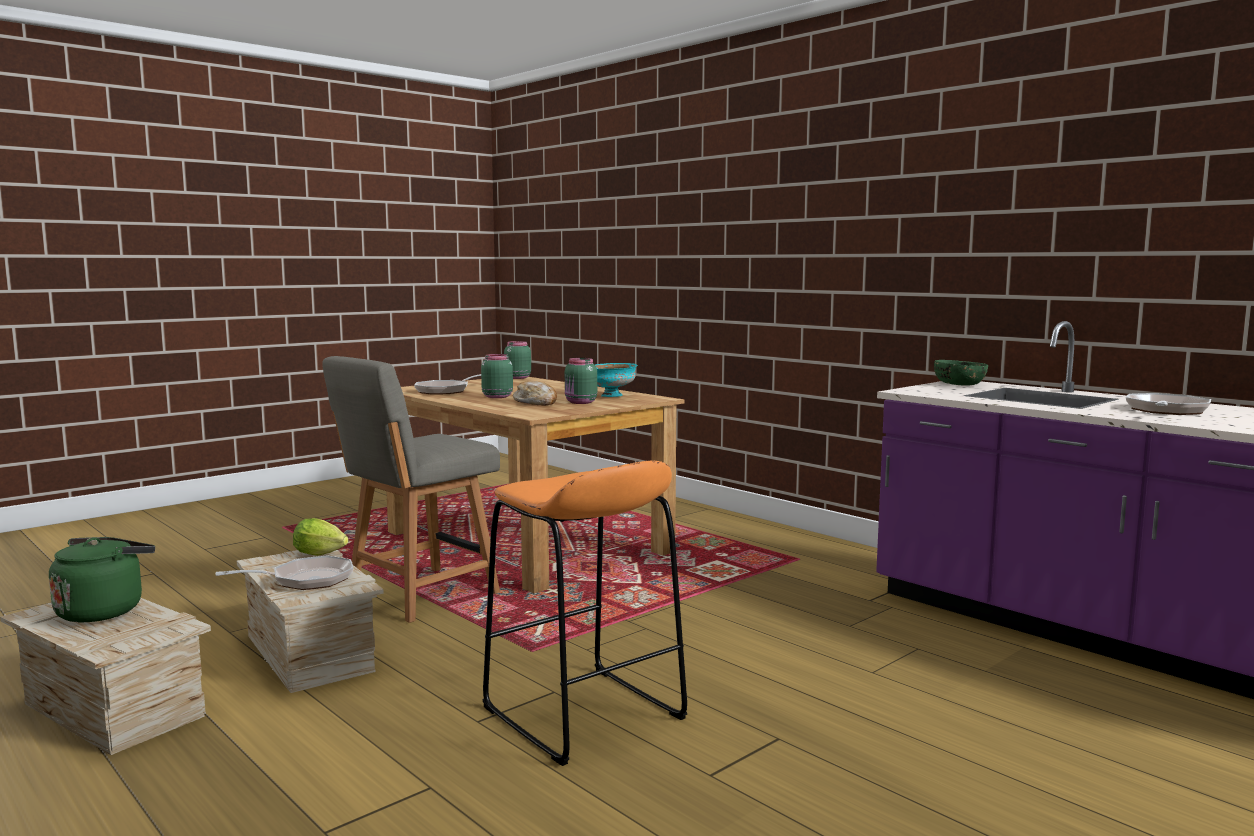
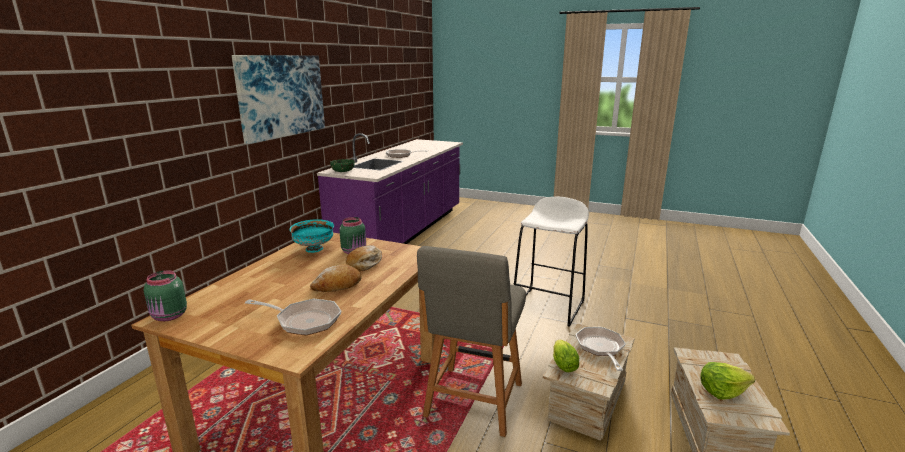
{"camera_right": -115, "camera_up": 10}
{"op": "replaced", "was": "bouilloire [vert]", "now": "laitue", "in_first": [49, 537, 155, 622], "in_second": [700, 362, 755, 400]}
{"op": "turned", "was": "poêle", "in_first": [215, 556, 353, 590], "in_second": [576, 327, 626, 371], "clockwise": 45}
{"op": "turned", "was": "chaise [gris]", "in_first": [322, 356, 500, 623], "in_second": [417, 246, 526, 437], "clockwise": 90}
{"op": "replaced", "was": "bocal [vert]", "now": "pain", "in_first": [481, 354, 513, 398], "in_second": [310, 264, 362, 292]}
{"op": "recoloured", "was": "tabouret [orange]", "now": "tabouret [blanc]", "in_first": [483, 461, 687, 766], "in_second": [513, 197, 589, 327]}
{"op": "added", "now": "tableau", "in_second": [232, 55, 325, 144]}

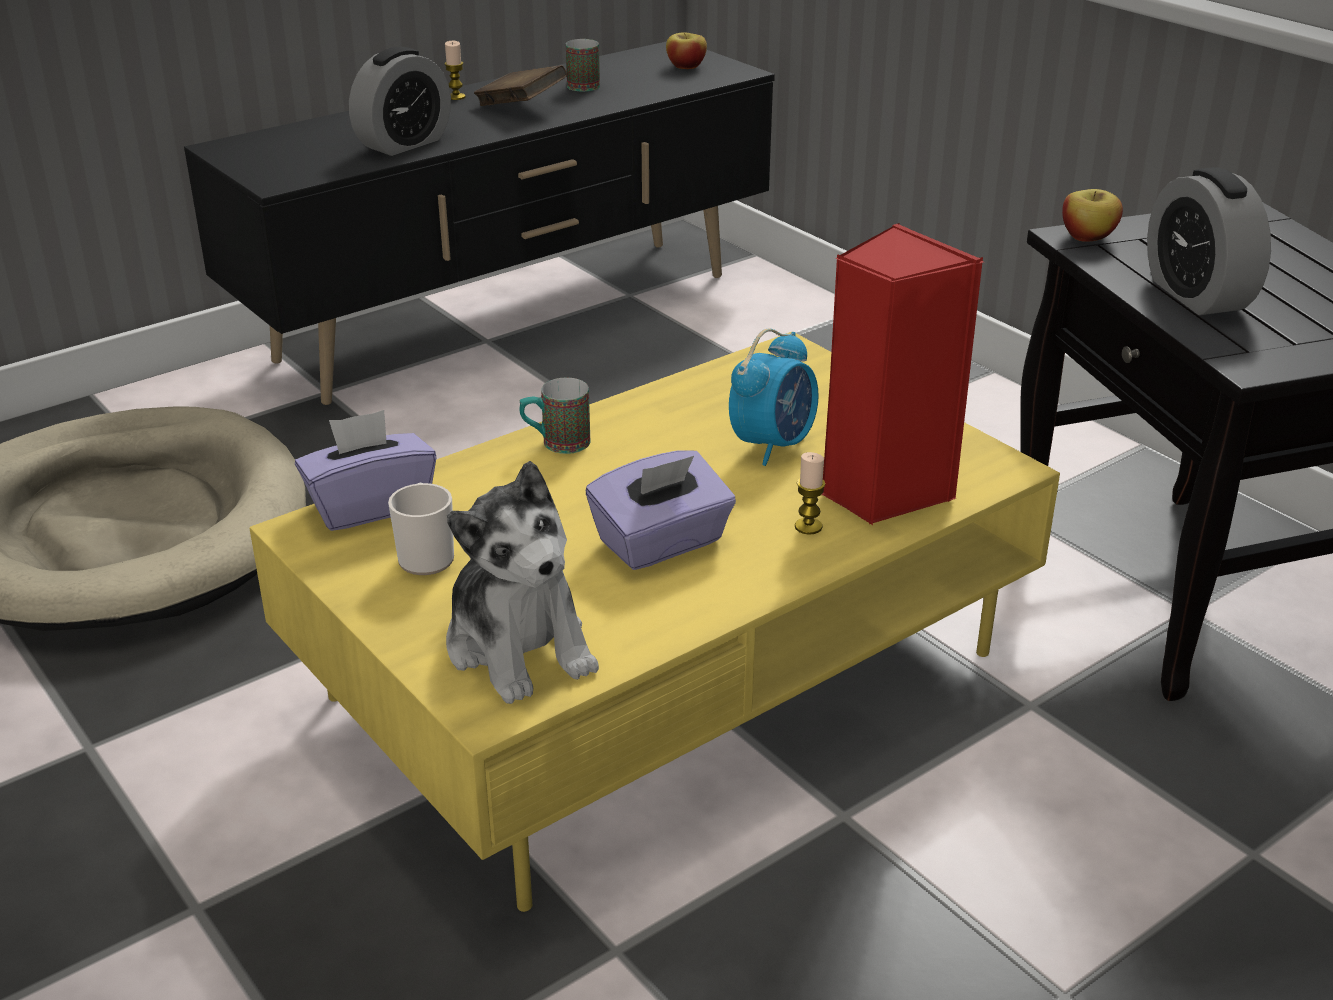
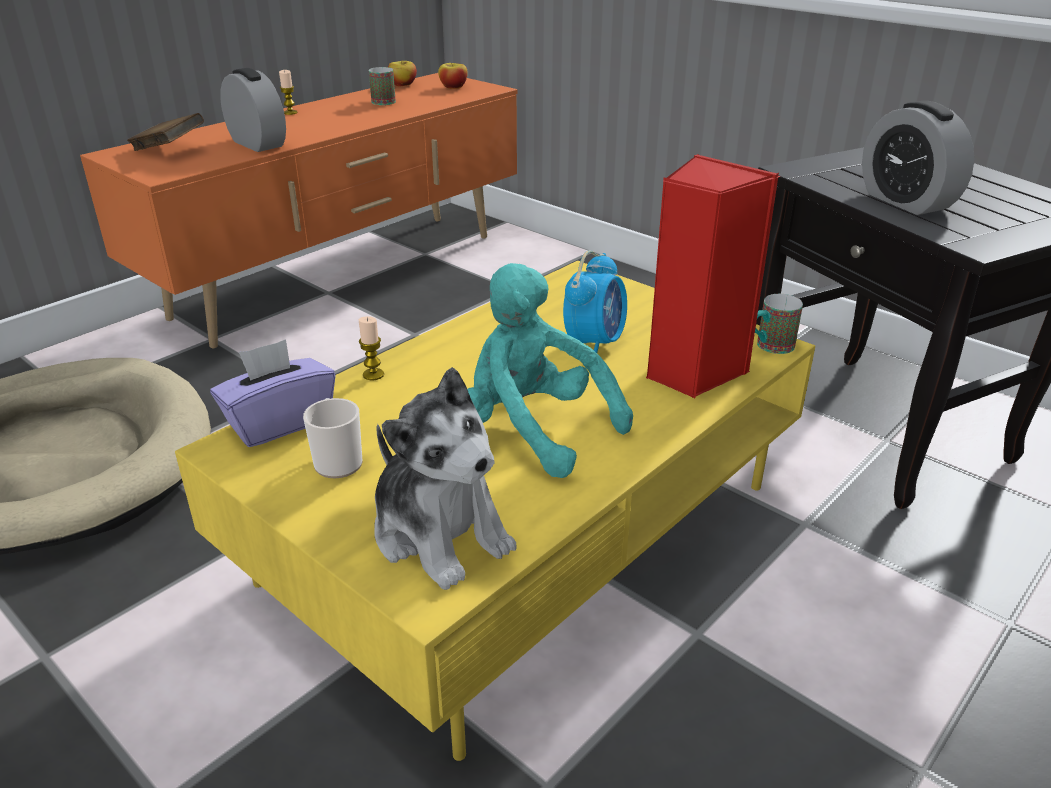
{"camera_right": -10, "camera_up": 0}
{"op": "recoloured", "was": "meuble télé [noir]", "now": "meuble télé [orange]", "in_first": [184, 41, 775, 405], "in_second": [80, 73, 517, 348]}
{"op": "turned", "was": "réveil", "in_first": [349, 47, 451, 156], "in_second": [220, 68, 286, 152], "clockwise": -75}
{"op": "moved", "was": "livre [marron]", "in_first": [474, 65, 567, 106], "in_second": [127, 113, 204, 151]}
{"op": "moved", "was": "mug", "in_first": [519, 378, 590, 454], "in_second": [755, 294, 803, 354]}
{"op": "replaced", "was": "boîte à mouchoirs [violet]", "now": "peluche [turquoise]", "in_first": [586, 451, 736, 570], "in_second": [467, 263, 633, 478]}
{"op": "moved", "was": "bougie", "in_first": [795, 452, 825, 535], "in_second": [359, 316, 384, 380]}
{"op": "moved", "was": "pomme", "in_first": [1062, 189, 1123, 242], "in_second": [388, 61, 417, 87]}

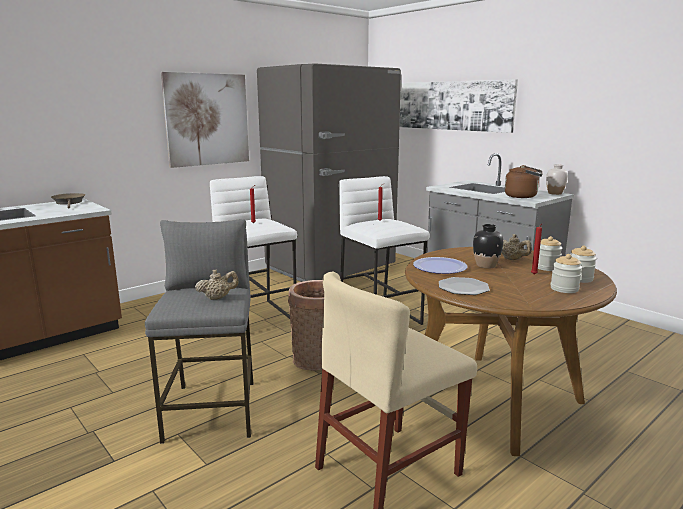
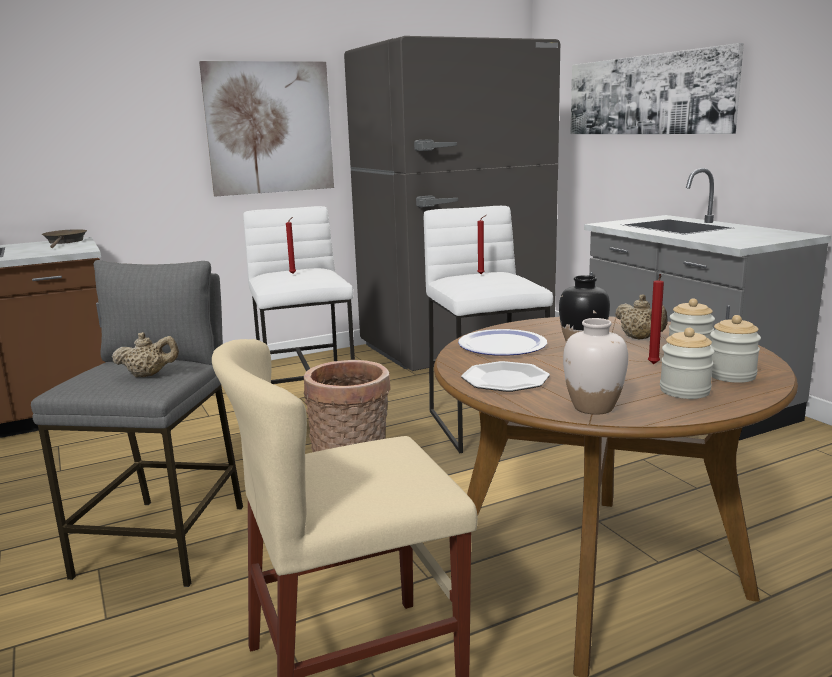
{"camera_right": 15, "camera_up": 0}
{"op": "removed", "was": "bouilloire [marron]", "in_first": [505, 165, 542, 198]}
{"op": "moved", "was": "vase [blanc]", "in_first": [546, 164, 568, 195], "in_second": [563, 318, 628, 415]}

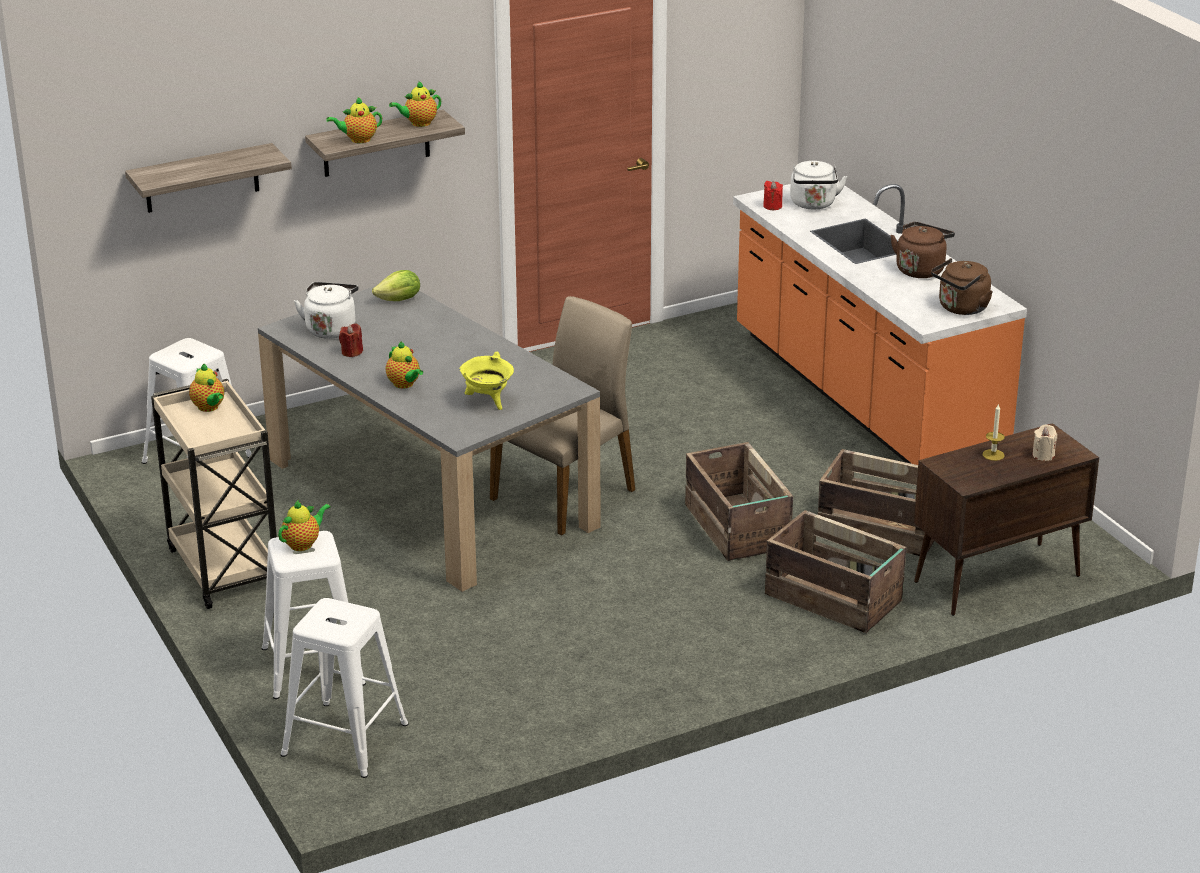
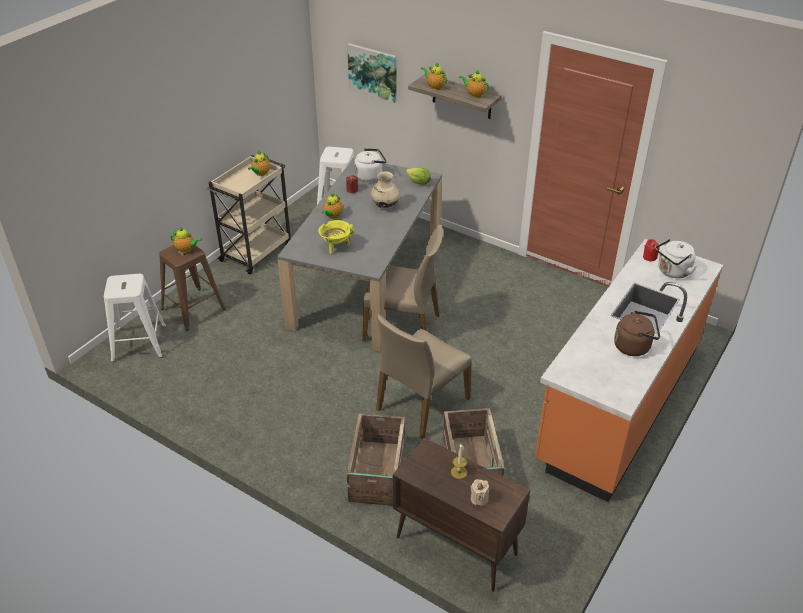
{"camera_right": 60, "camera_up": 10}
{"op": "replaced", "was": "étagère", "now": "tableau", "in_first": [125, 143, 292, 213], "in_second": [347, 43, 397, 103]}
{"op": "recoloured", "was": "tabouret [blanc]", "now": "tabouret [marron]", "in_first": [262, 531, 366, 699], "in_second": [159, 245, 226, 331]}
{"op": "replaced", "was": "caisse", "now": "chaise [beige]", "in_first": [685, 442, 793, 561], "in_second": [376, 314, 471, 439]}
{"op": "removed", "was": "bouilloire [marron]", "in_first": [931, 258, 993, 315]}
{"op": "added", "now": "vase [beige]", "in_second": [370, 171, 400, 209]}

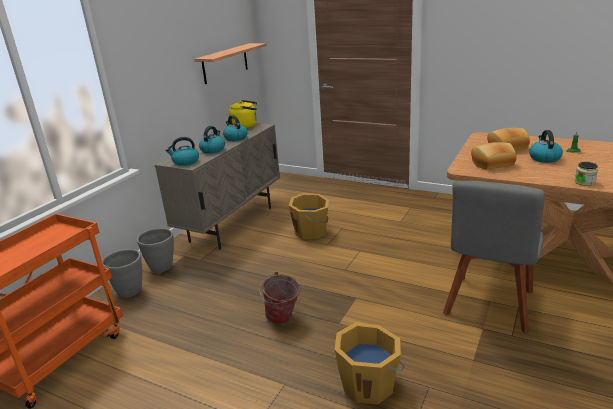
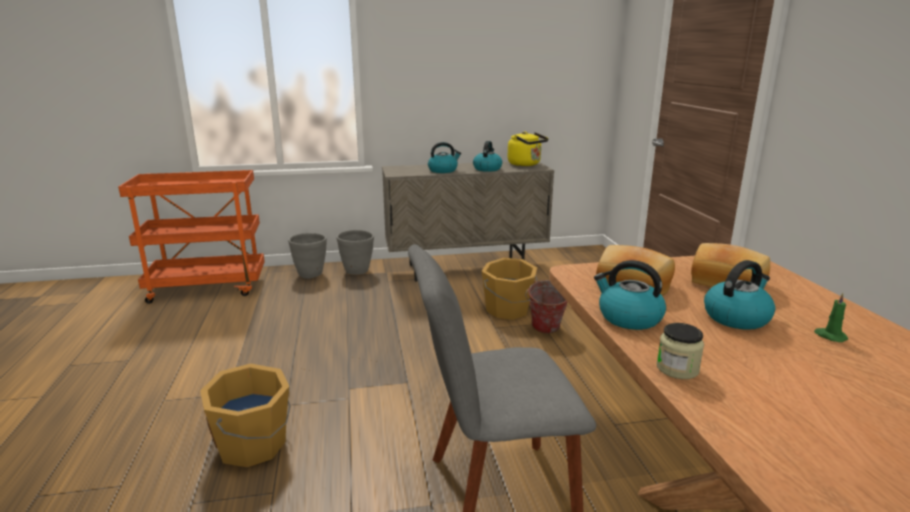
{"camera_right": 50, "camera_up": -5}
{"op": "moved", "was": "bouilloire", "in_first": [165, 137, 199, 166], "in_second": [594, 260, 666, 330]}
{"op": "removed", "was": "étagère", "in_first": [194, 43, 267, 84]}
{"op": "moved", "was": "seau", "in_first": [259, 272, 301, 324], "in_second": [525, 280, 567, 334]}

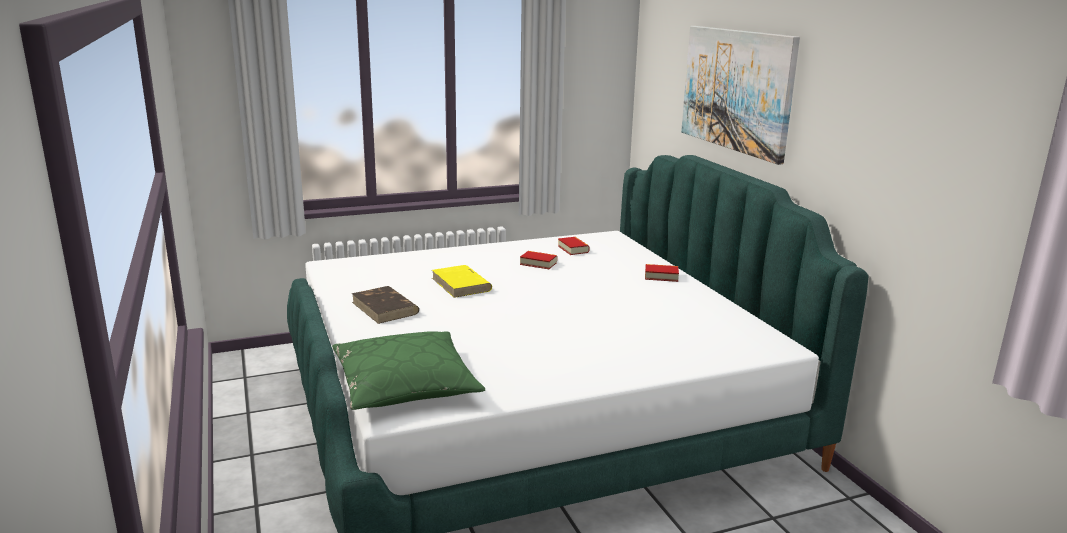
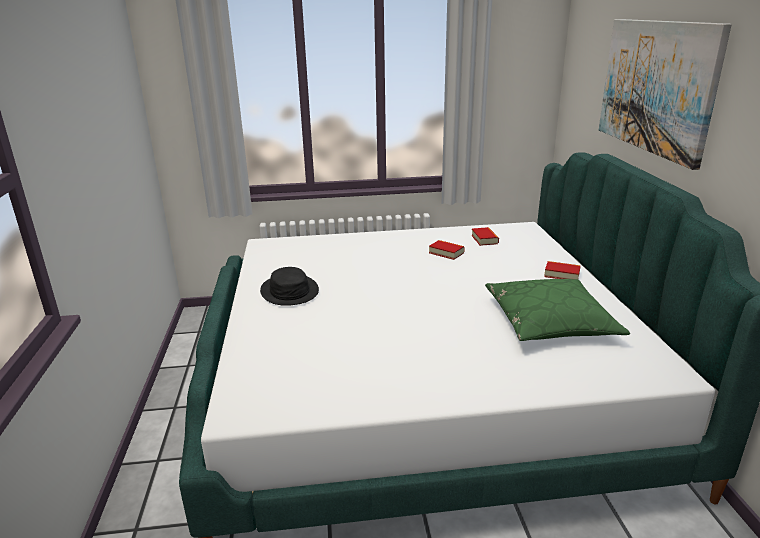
{"camera_right": 15, "camera_up": 5}
{"op": "moved", "was": "coussin [vert]", "in_first": [332, 331, 485, 410], "in_second": [485, 279, 630, 341]}
{"op": "replaced", "was": "livre [marron]", "now": "chapeau [noir]", "in_first": [352, 286, 419, 324], "in_second": [260, 267, 319, 306]}
{"op": "removed", "was": "livre [jaune]", "in_first": [432, 265, 492, 298]}

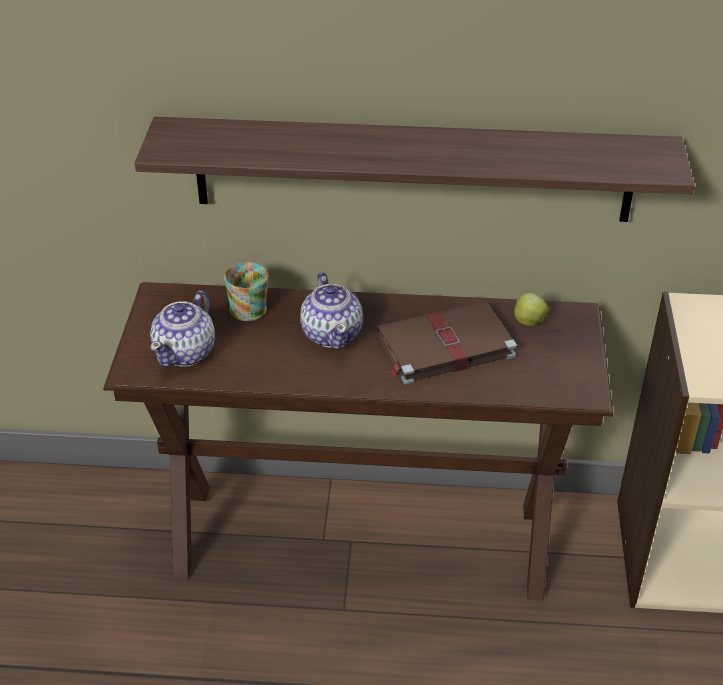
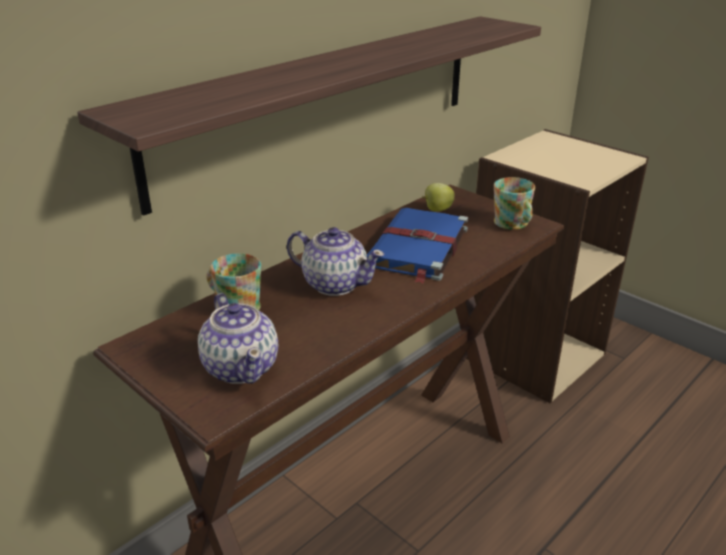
{"camera_right": -50, "camera_up": -10}
{"op": "recoloured", "was": "livre [marron]", "now": "livre [bleu]", "in_first": [376, 301, 517, 384], "in_second": [367, 208, 468, 284]}
{"op": "added", "now": "mug", "in_second": [494, 177, 535, 230]}

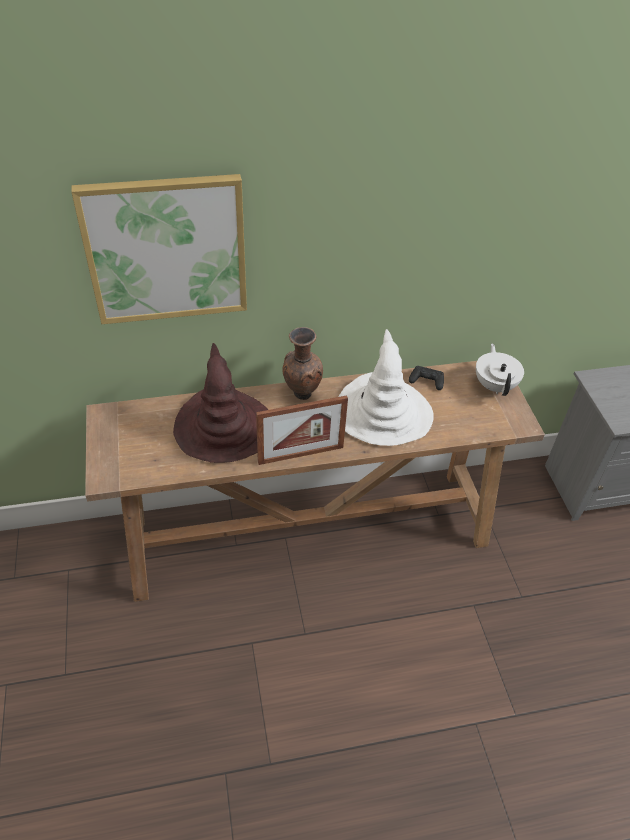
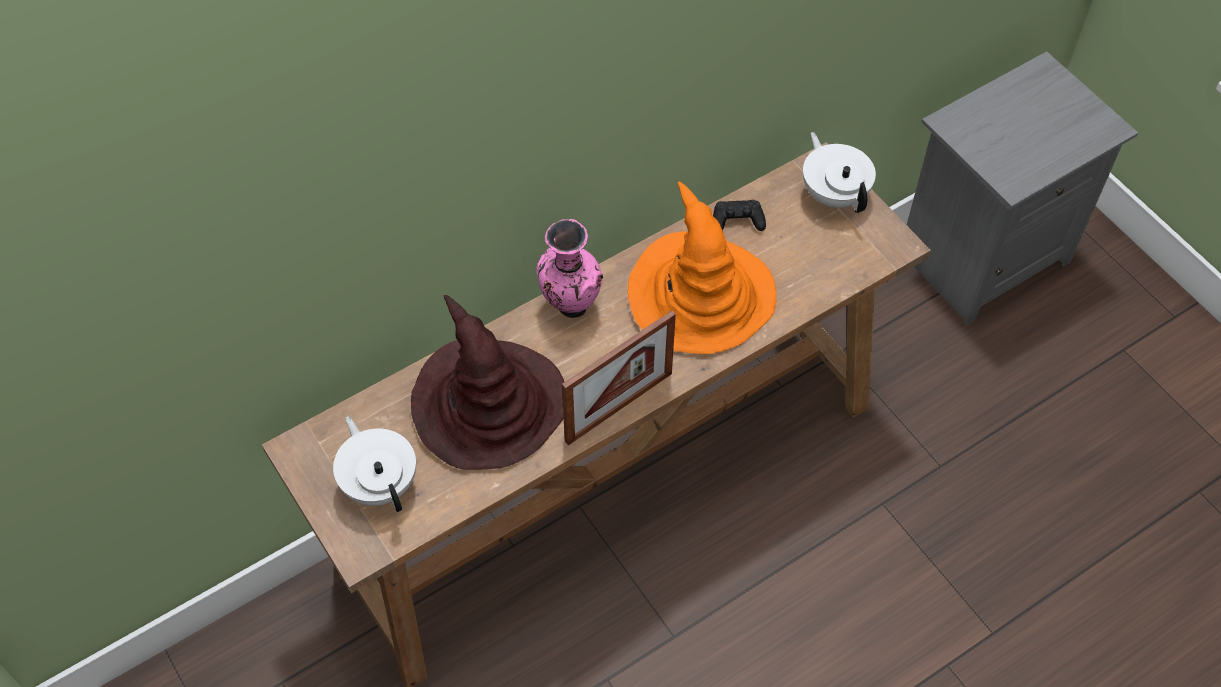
{"camera_right": -20, "camera_up": 10}
{"op": "removed", "was": "tableau", "in_first": [71, 174, 247, 324]}
{"op": "recoloured", "was": "vase [marron]", "now": "vase [rose]", "in_first": [282, 327, 323, 400], "in_second": [536, 219, 603, 318]}
{"op": "recoloured", "was": "chapeau [blanc]", "now": "chapeau [orange]", "in_first": [339, 329, 434, 446], "in_second": [628, 182, 777, 354]}
{"op": "added", "now": "théière [blanc]", "in_second": [333, 416, 416, 512]}

